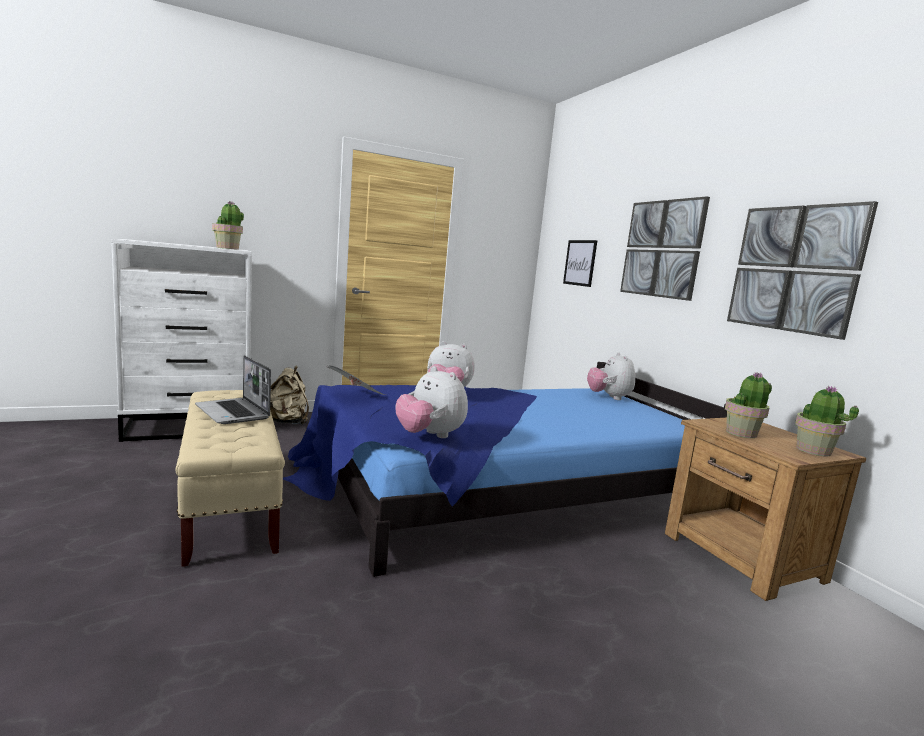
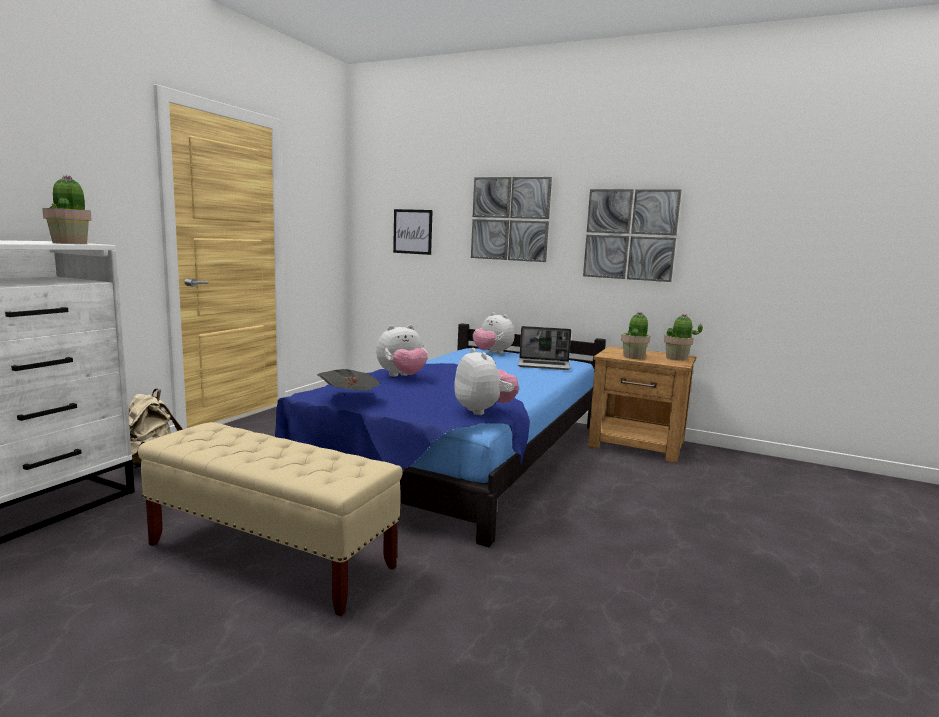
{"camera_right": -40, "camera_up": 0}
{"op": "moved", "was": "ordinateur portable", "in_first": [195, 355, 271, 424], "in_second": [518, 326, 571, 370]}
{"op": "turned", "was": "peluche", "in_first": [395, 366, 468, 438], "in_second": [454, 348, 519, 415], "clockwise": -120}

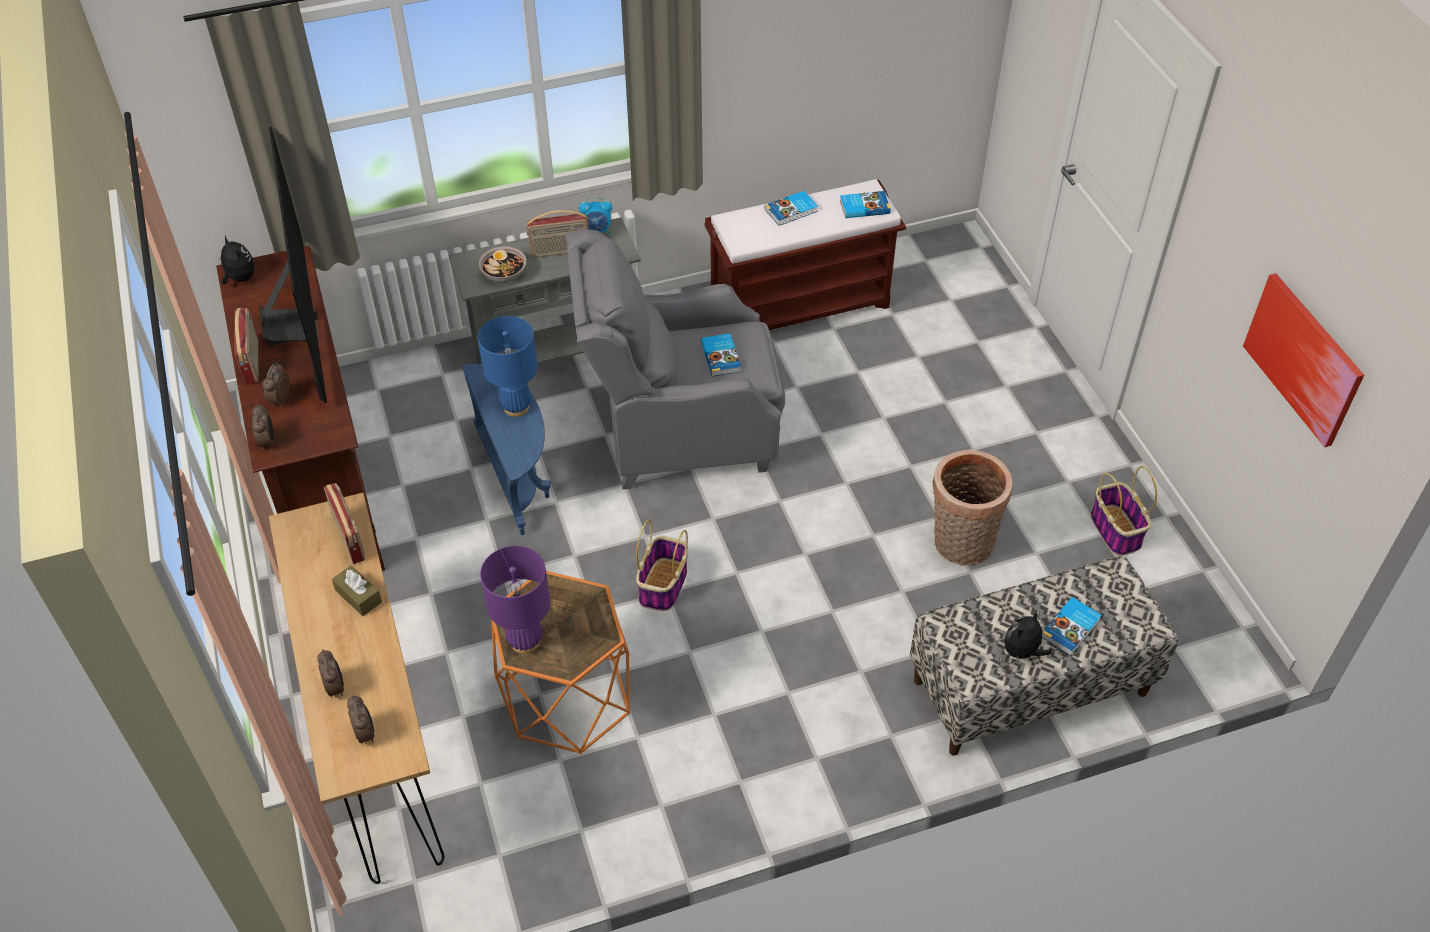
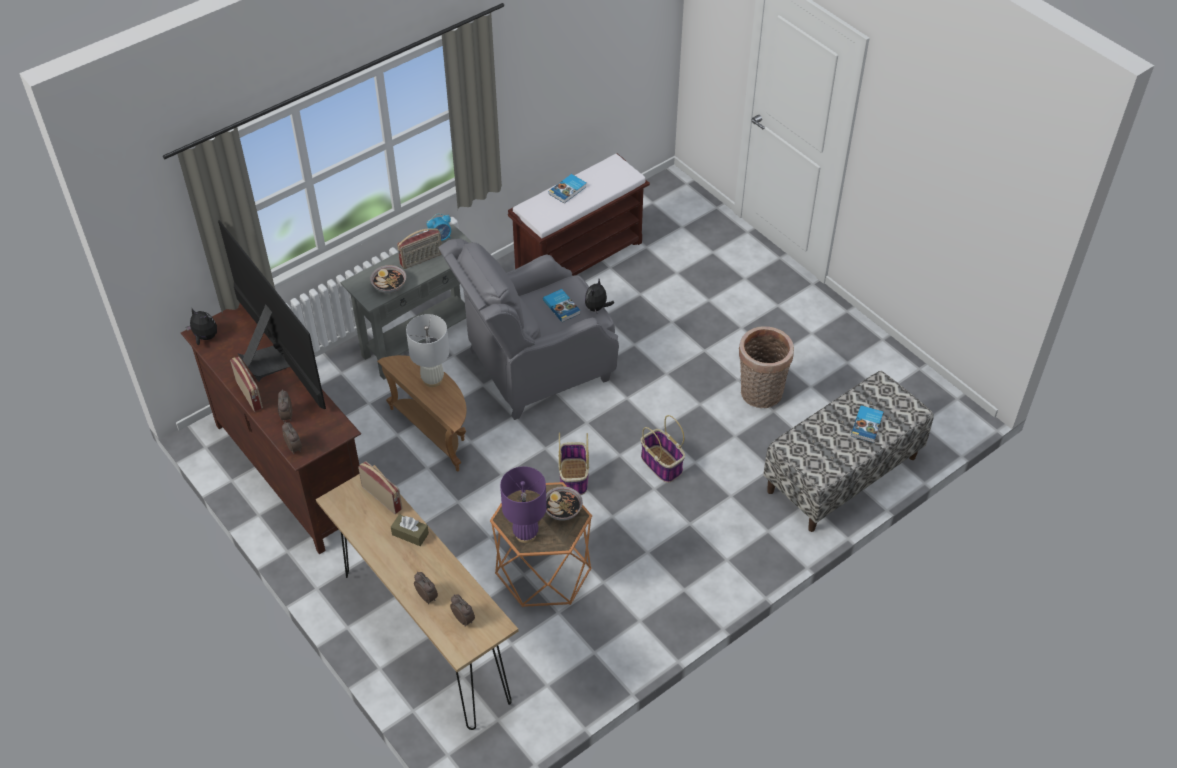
{"camera_right": -20, "camera_up": 0}
{"op": "recoloured", "was": "table d'appoint [bleu]", "now": "table d'appoint [marron]", "in_first": [462, 364, 551, 535], "in_second": [377, 355, 467, 471]}
{"op": "recoloured", "was": "lampe de table [bleu]", "now": "lampe de table [blanc]", "in_first": [478, 316, 538, 417], "in_second": [406, 314, 450, 387]}
{"op": "removed", "was": "livre", "in_first": [840, 191, 891, 218]}
{"op": "moved", "was": "peluche", "in_first": [1004, 611, 1052, 664], "in_second": [585, 279, 614, 313]}
{"op": "moved", "was": "panier", "in_first": [1091, 466, 1157, 556], "in_second": [641, 415, 685, 483]}
{"op": "removed", "was": "tableau", "in_first": [1243, 273, 1364, 447]}
{"op": "added", "now": "bol", "in_second": [546, 486, 583, 521]}

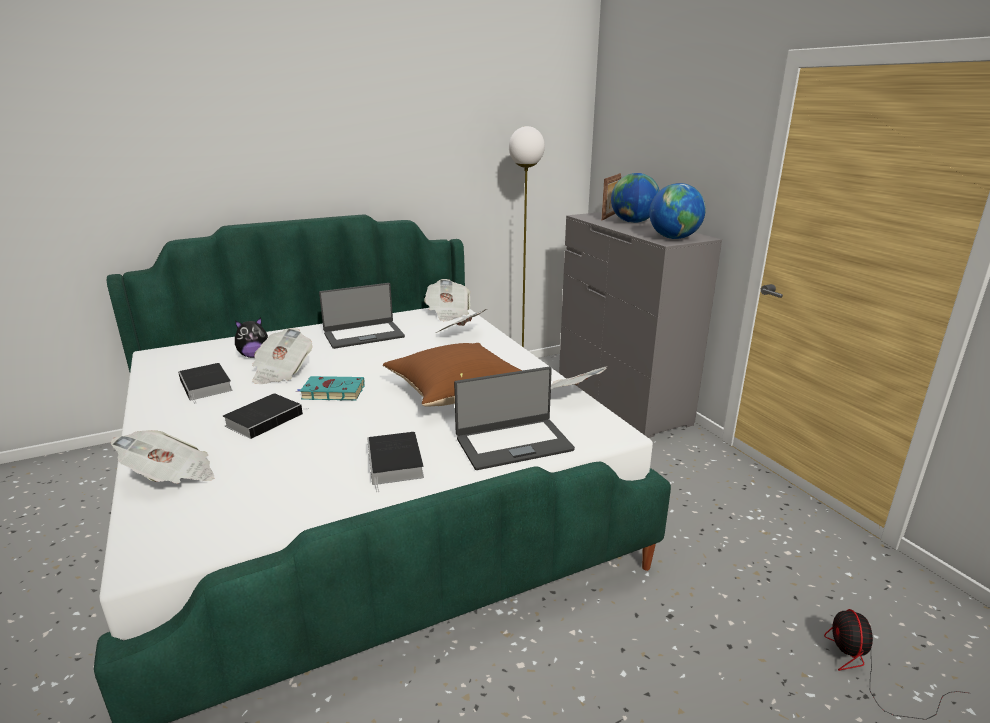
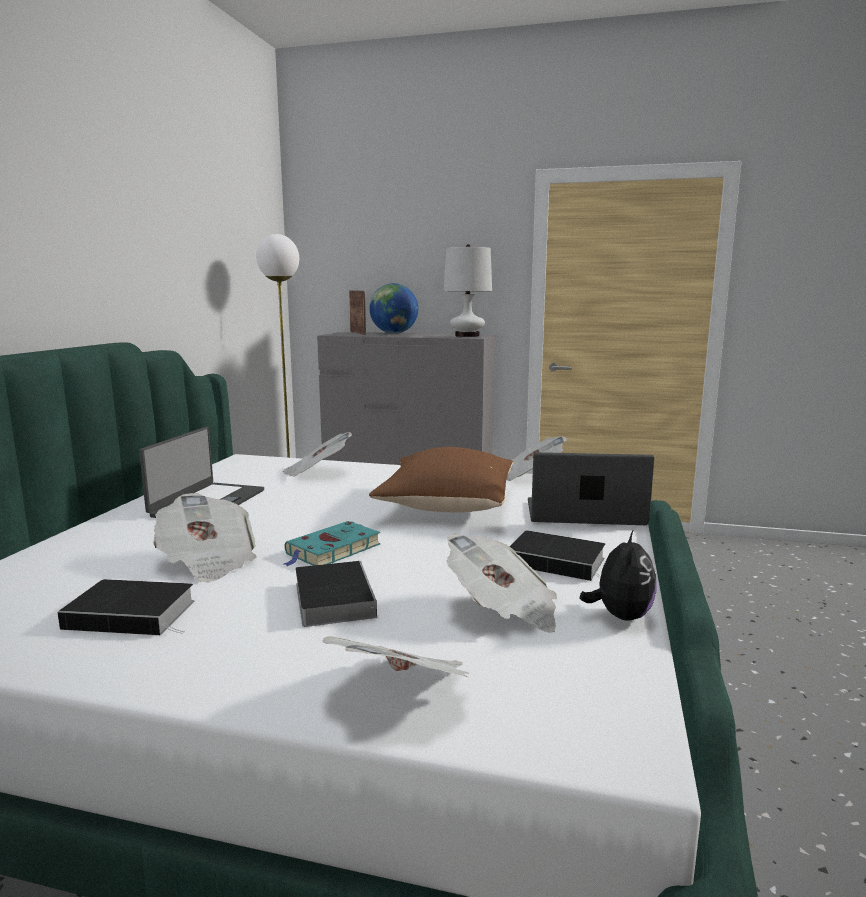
{"camera_right": -50, "camera_up": -10}
{"op": "moved", "was": "peluche", "in_first": [235, 318, 268, 358], "in_second": [580, 531, 657, 621]}
{"op": "moved", "was": "journal", "in_first": [424, 279, 470, 321], "in_second": [446, 534, 557, 633]}
{"op": "turned", "was": "ordinateur portable", "in_first": [454, 367, 575, 470], "in_second": [528, 452, 655, 525], "clockwise": -105}
{"op": "replaced", "was": "globe", "now": "lampe de table [blanc]", "in_first": [649, 183, 706, 239], "in_second": [444, 244, 492, 337]}
{"op": "removed", "was": "ventilateur", "in_first": [824, 609, 968, 720]}

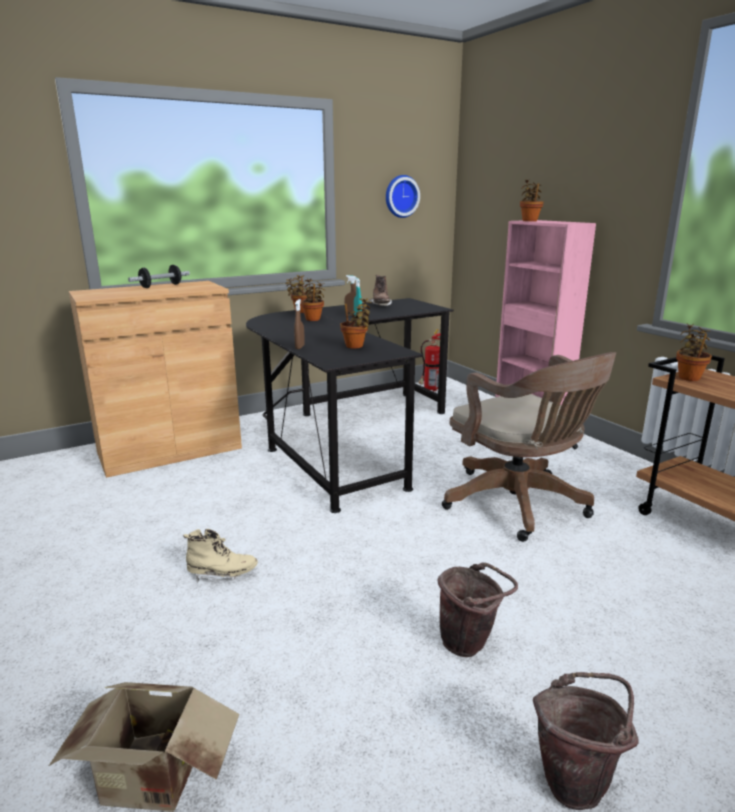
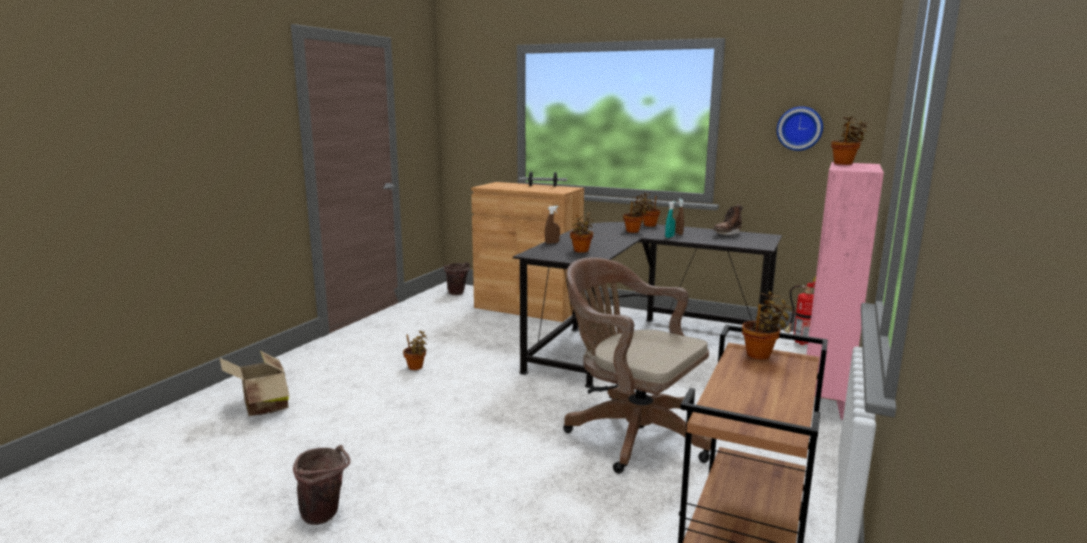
{"camera_right": 55, "camera_up": -5}
{"op": "replaced", "was": "botte [beige]", "now": "plante en pot", "in_first": [183, 529, 258, 583], "in_second": [403, 330, 427, 370]}
{"op": "moved", "was": "seau [marron]", "in_first": [437, 562, 518, 657], "in_second": [444, 262, 470, 295]}
{"op": "turned", "was": "chaise de bureau [marron]", "in_first": [442, 352, 616, 542], "in_second": [563, 257, 711, 474], "clockwise": 105}

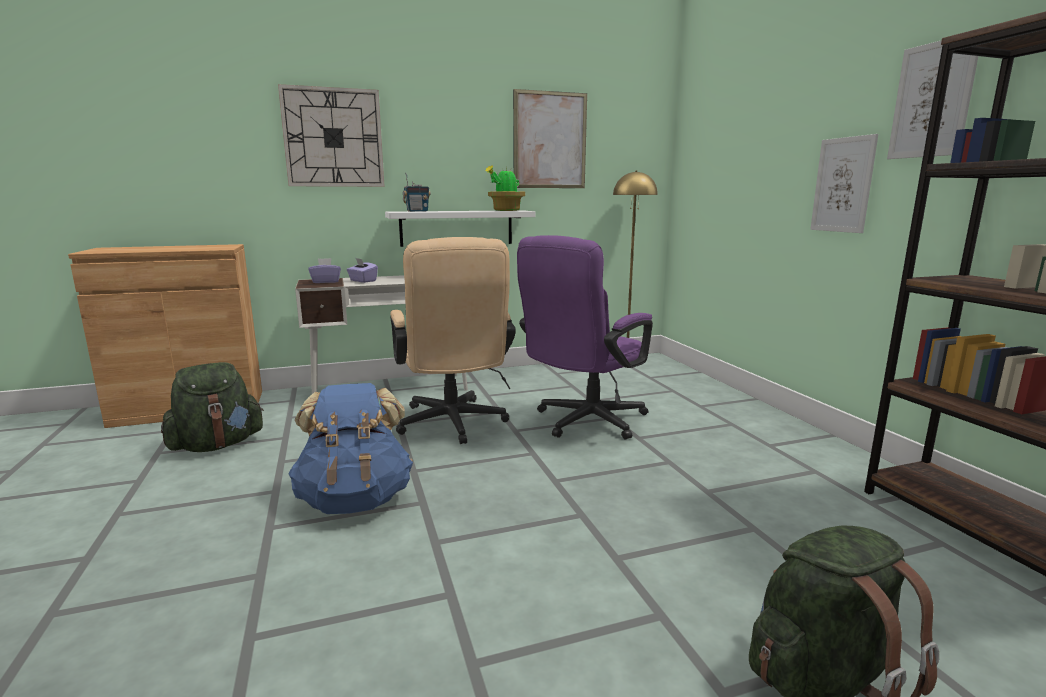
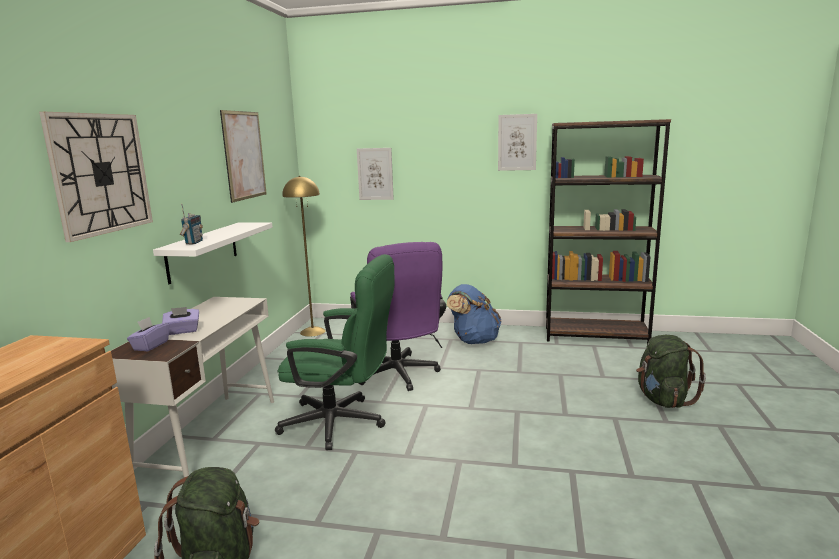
{"camera_right": -60, "camera_up": 0}
{"op": "moved", "was": "sac à dos [bleu]", "in_first": [288, 383, 413, 514], "in_second": [447, 284, 501, 344]}
{"op": "recoloured", "was": "chaise de bureau [beige]", "now": "chaise de bureau [vert]", "in_first": [390, 237, 516, 444], "in_second": [275, 254, 394, 450]}
{"op": "removed", "was": "plante en pot", "in_first": [485, 165, 525, 211]}
{"op": "moved", "was": "tableau", "in_first": [810, 134, 878, 233], "in_second": [357, 148, 394, 200]}

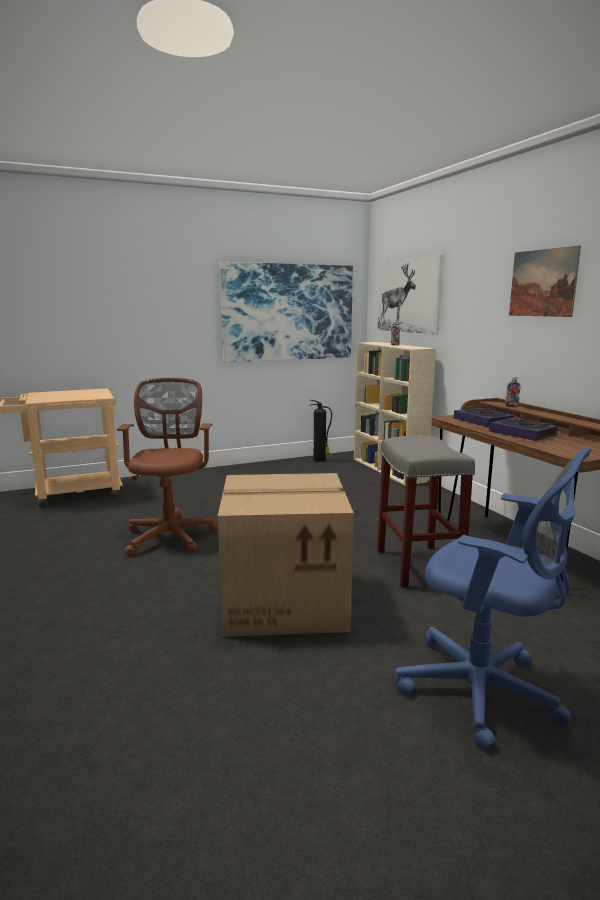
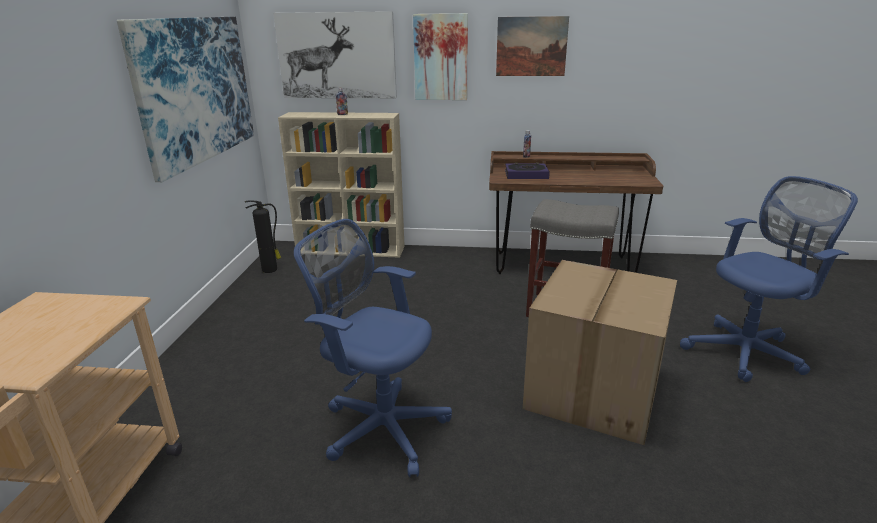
{"camera_right": -60, "camera_up": 10}
{"op": "recoloured", "was": "chaise de bureau [marron]", "now": "chaise de bureau [bleu]", "in_first": [117, 378, 218, 557], "in_second": [294, 219, 452, 477]}
{"op": "removed", "was": "livre", "in_first": [489, 418, 559, 441]}
{"op": "added", "now": "tableau", "in_second": [413, 13, 468, 100]}

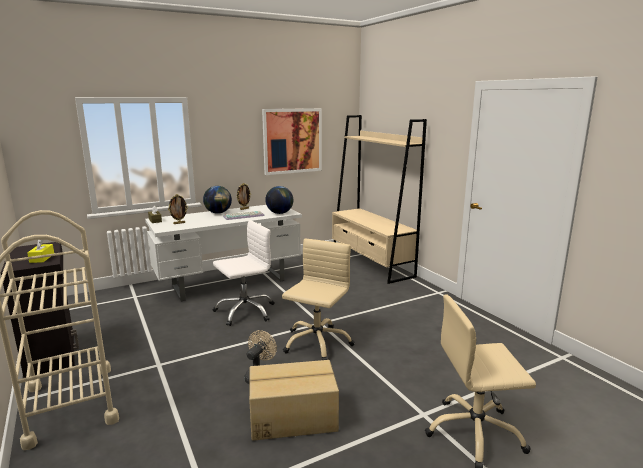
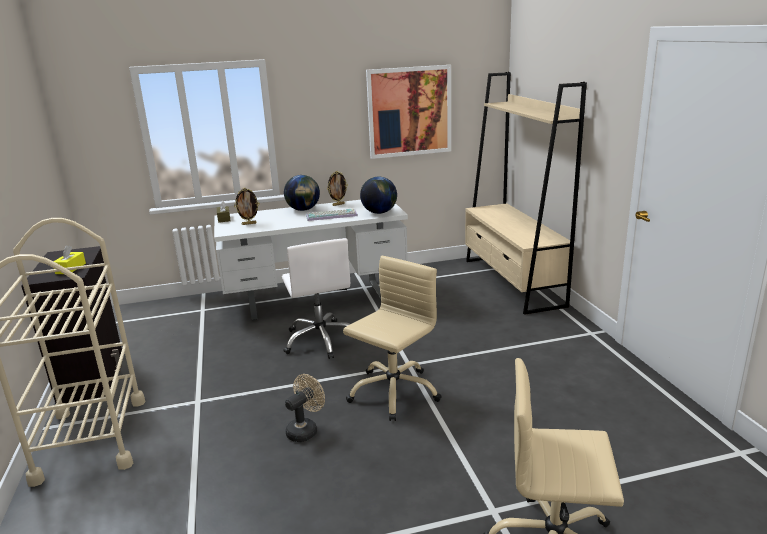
{"camera_right": 15, "camera_up": 5}
{"op": "turned", "was": "chaise de bureau [blanc]", "in_first": [213, 220, 275, 326], "in_second": [282, 238, 350, 359], "clockwise": 90}
{"op": "removed", "was": "carton", "in_first": [249, 360, 339, 441]}

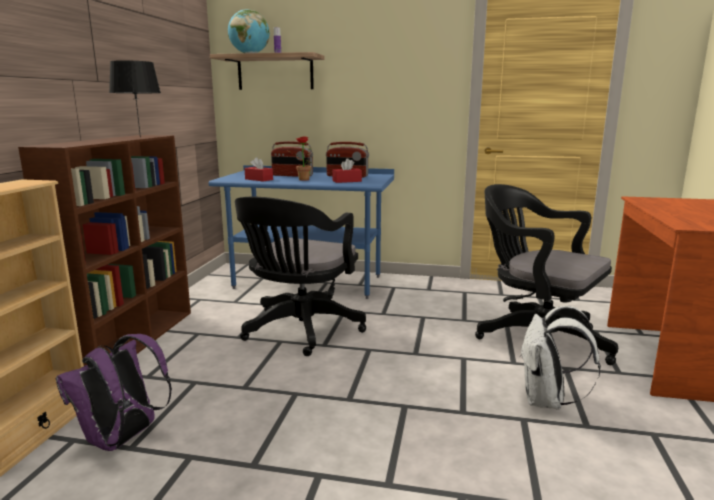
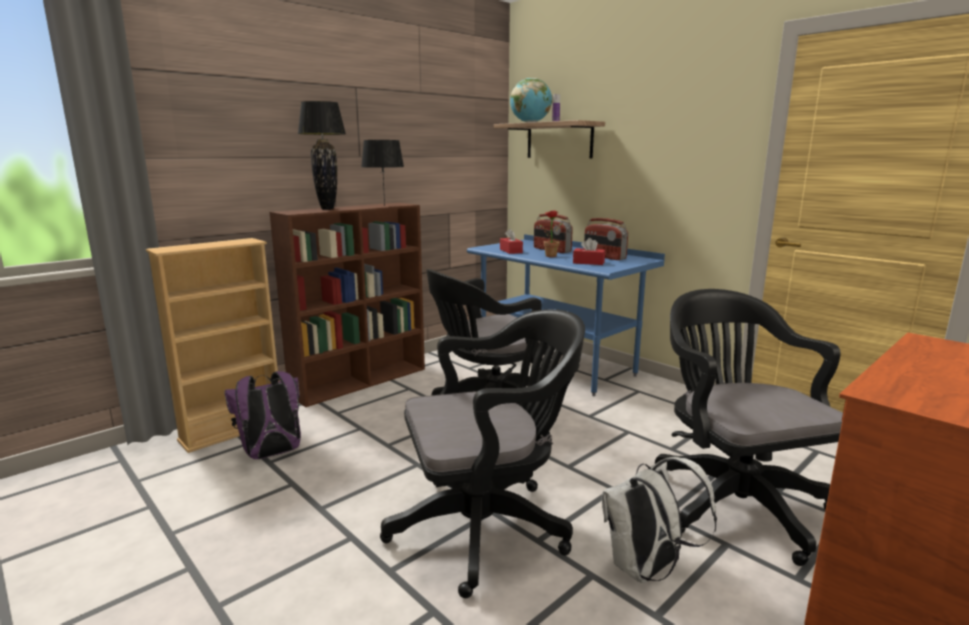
{"camera_right": 35, "camera_up": 0}
{"op": "added", "now": "lampe de table [noir]", "in_second": [298, 101, 346, 210]}
{"op": "added", "now": "chaise de bureau [noir]", "in_second": [380, 309, 585, 598]}

